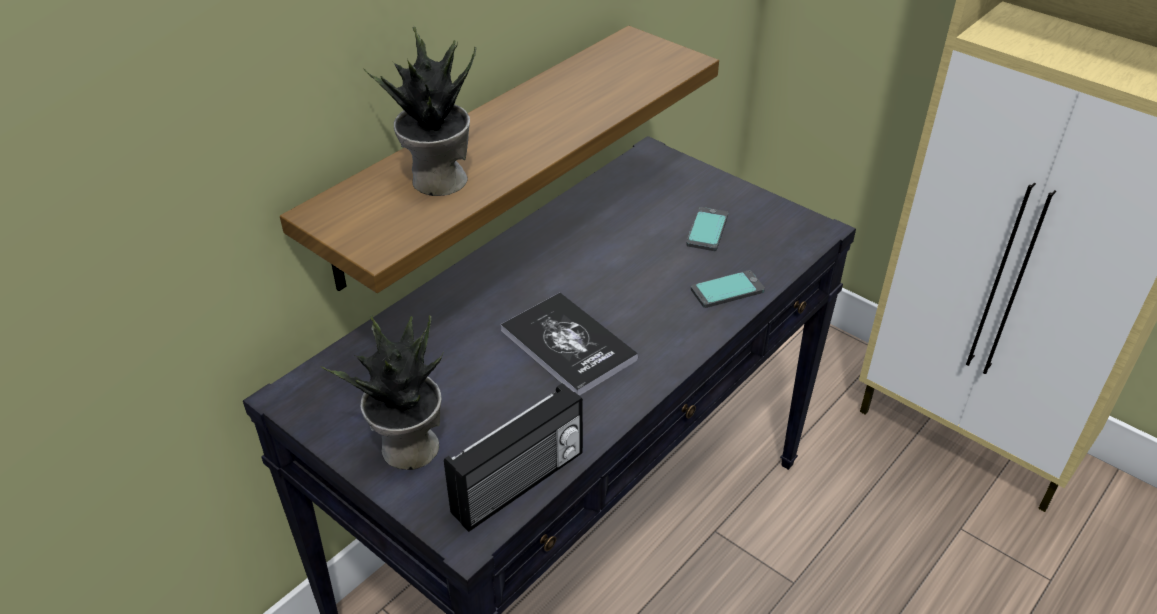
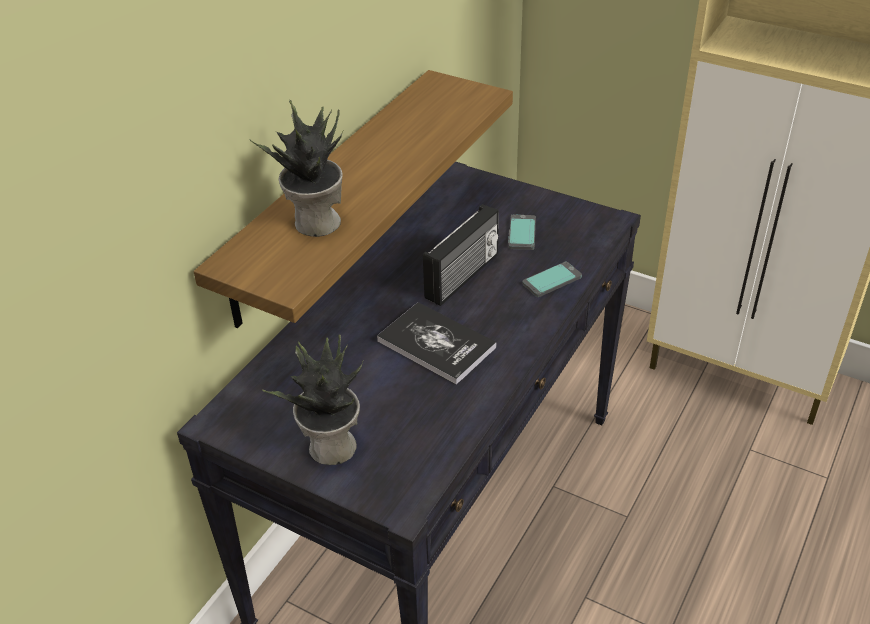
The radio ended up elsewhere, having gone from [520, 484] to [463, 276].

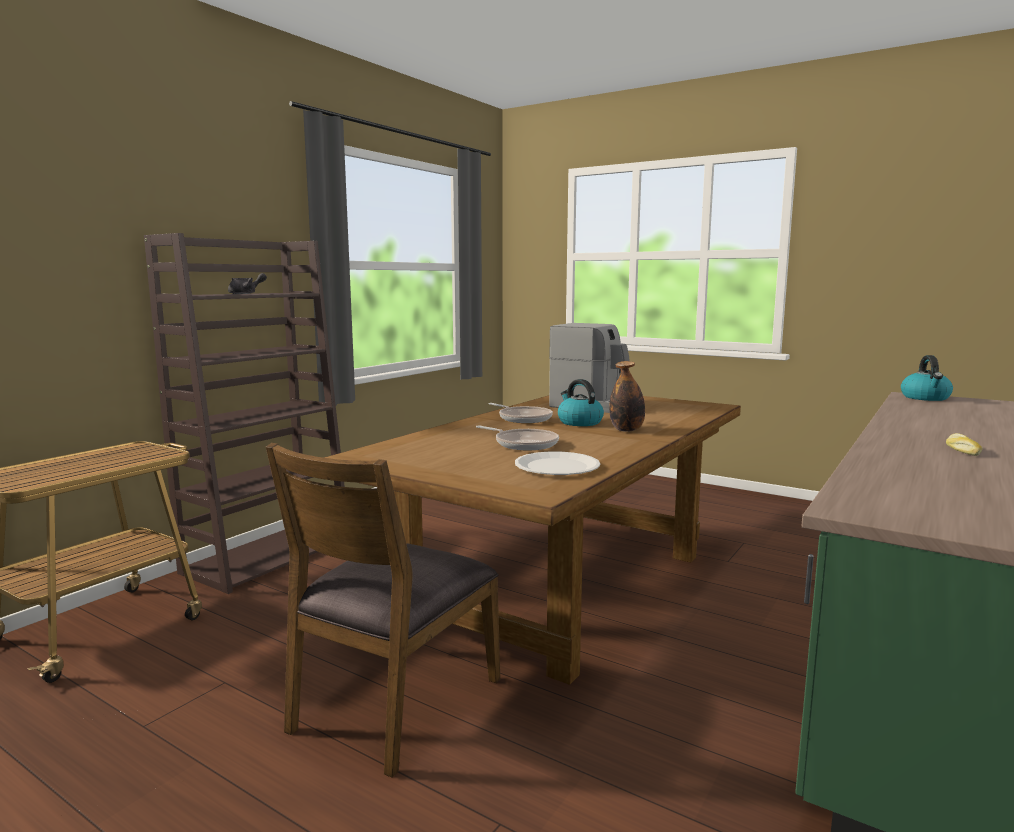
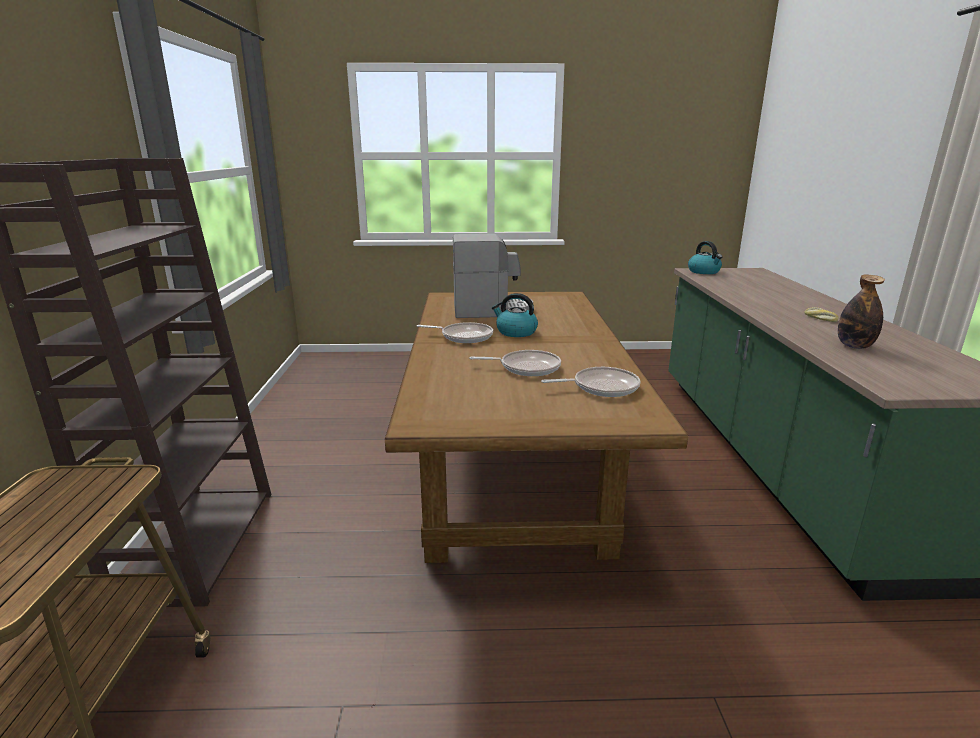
The second view lost the tetera/gris at [246, 293]. The botella ended up elsewhere, having gone from [626, 430] to [854, 346]. The second view lost the silla/marrón at [394, 703]. Where the plato/blanco stood at [557, 466], the sartén came to stand at [601, 387].

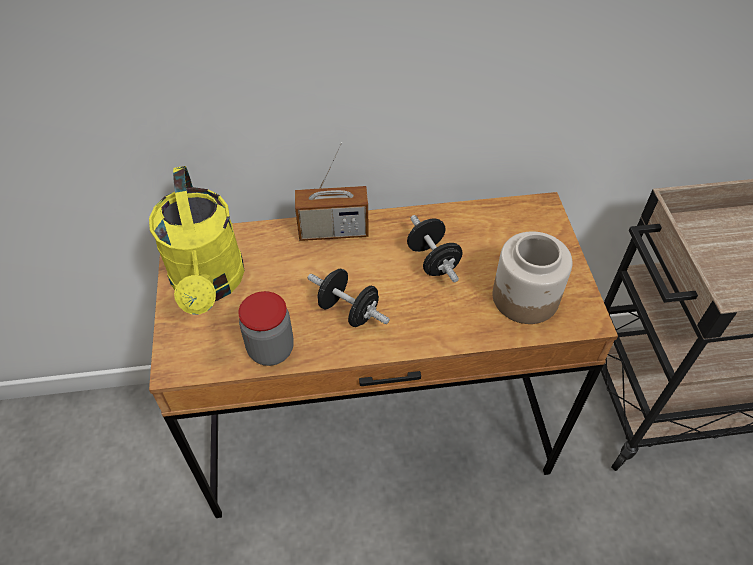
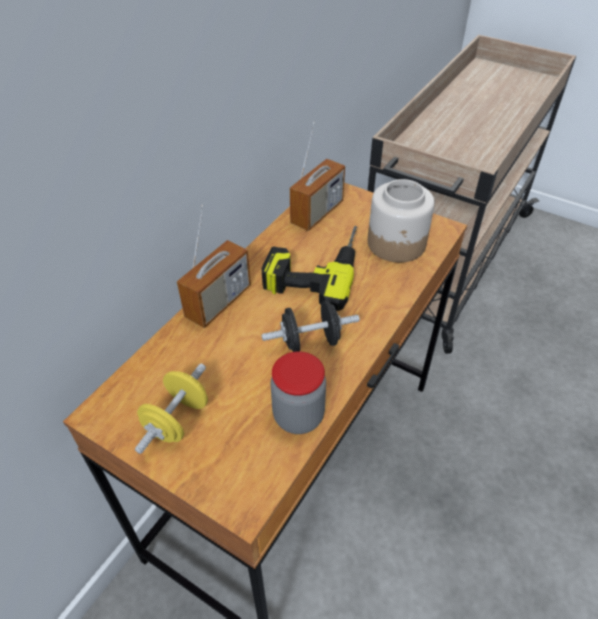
Where the regadera/amarillo stood at [209, 284], the mancuerna/amarillo came to stand at [177, 420]. Where the mancuerna/negro stood at [433, 261], the taladro came to stand at [314, 266]. The second view gained the radio at [317, 213].

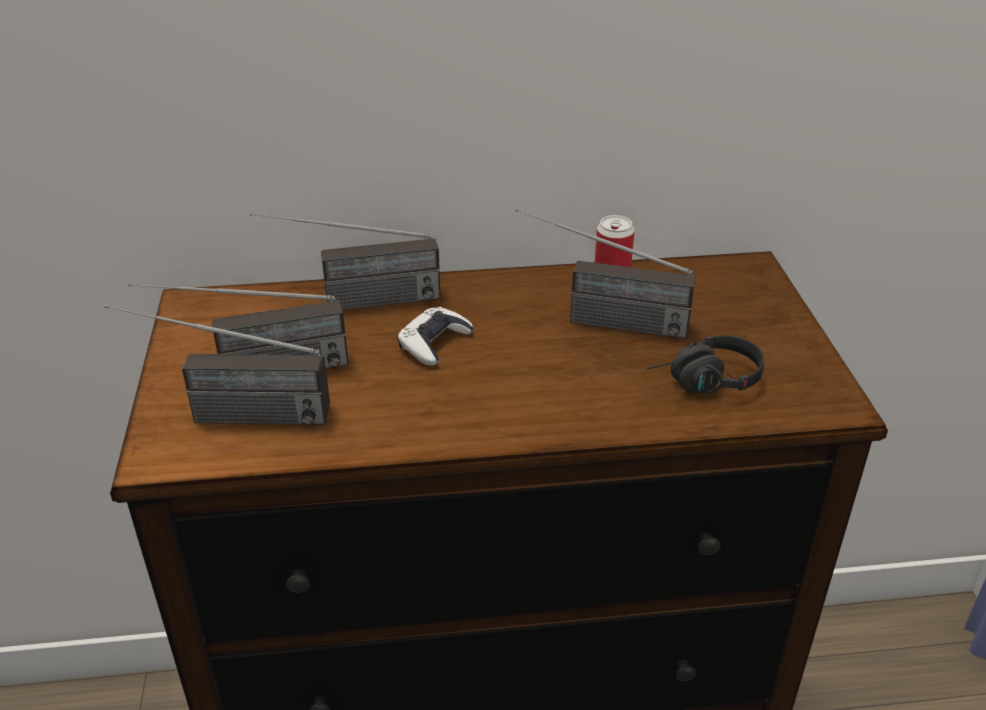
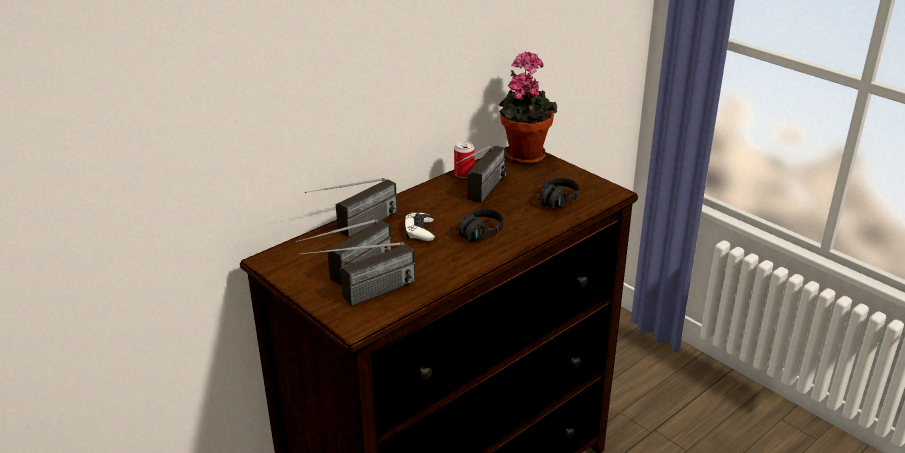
The radio at [597, 320] ended up facing another way, 45 degrees counterclockwise from before. The second view gained the planta en maceta at [524, 154]. The second view gained the auriculares/negro at [475, 235].

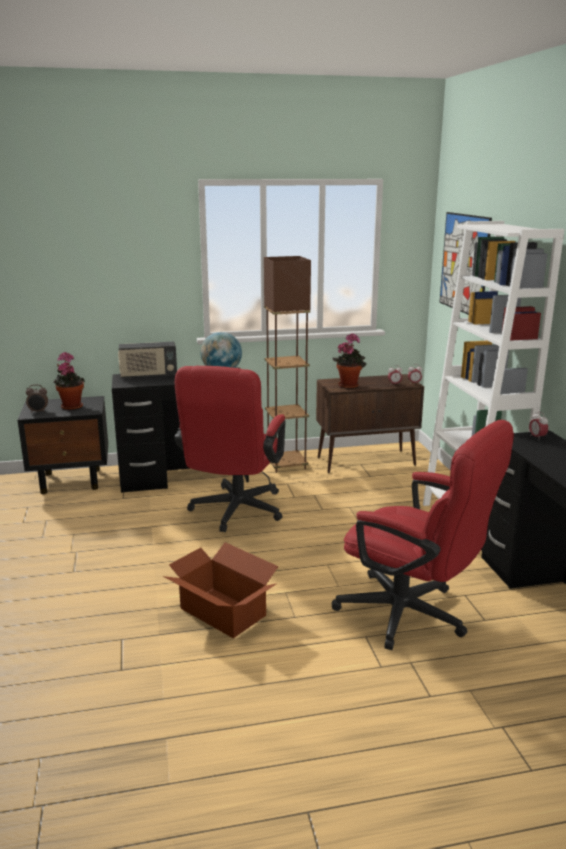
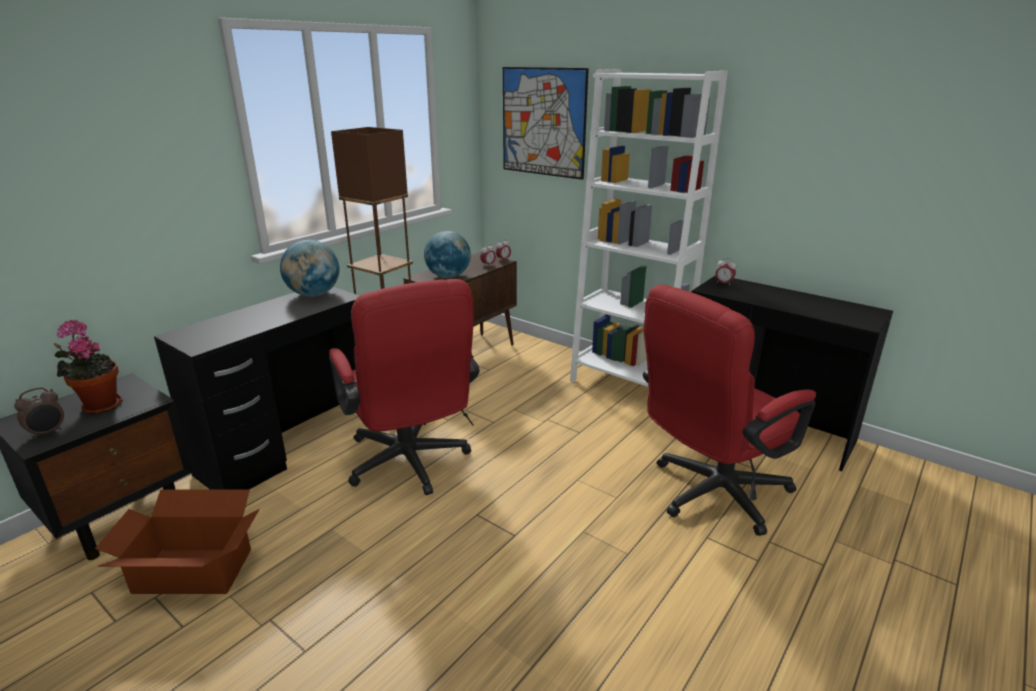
Where the planta en maceta stood at [349, 385], the globo terráqueo came to stand at [448, 276]. The second view lost the radio at [148, 376]. The silla de oficina/rojo at [412, 616] ended up facing another way, 150 degrees clockwise from before. The caja de cartón ended up elsewhere, having gone from [222, 613] to [193, 572].

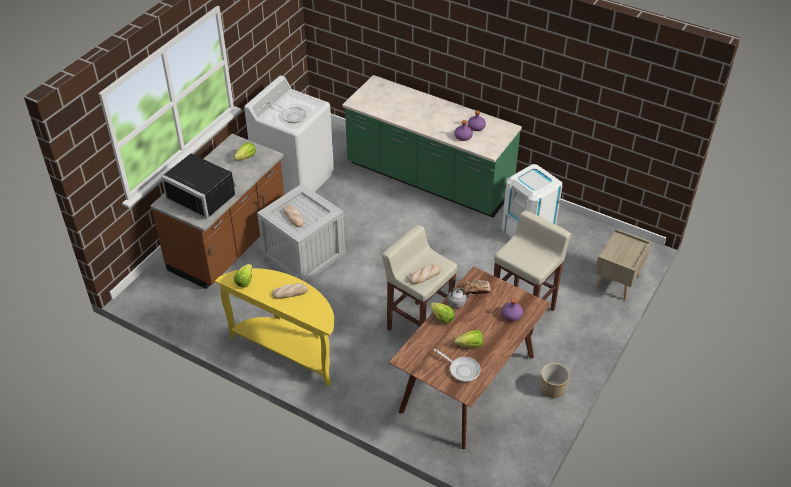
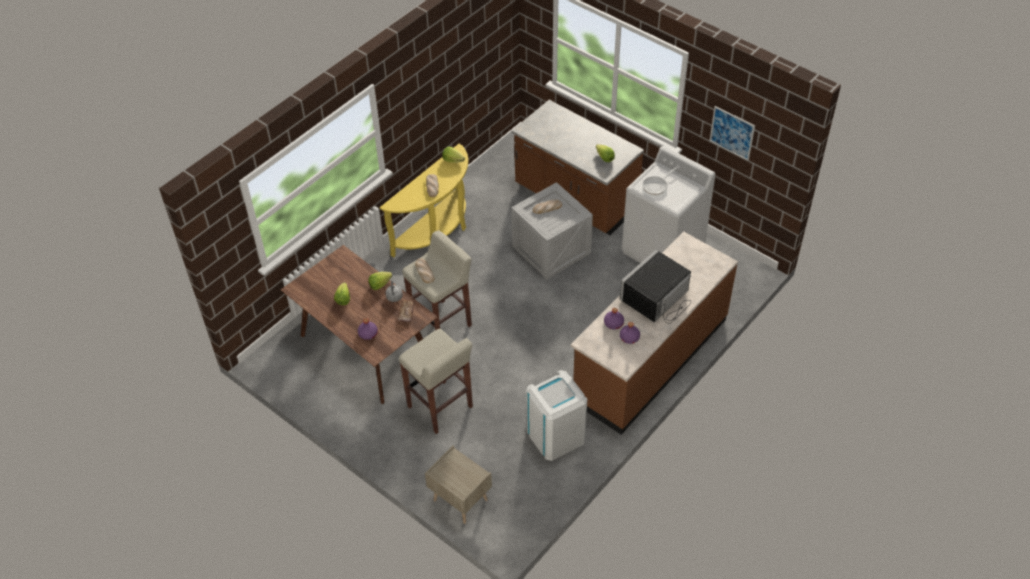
What was the mueble bajo de cocina/verde at [428, 180] turned into the mueble bajo de cocina/marrón at [649, 359]. The microondas/negro ended up elsewhere, having gone from [204, 195] to [657, 299]. The second view lost the sartén at [462, 369]. The second view lost the maceta at [552, 388]. The second view gained the cuadro at [732, 133].

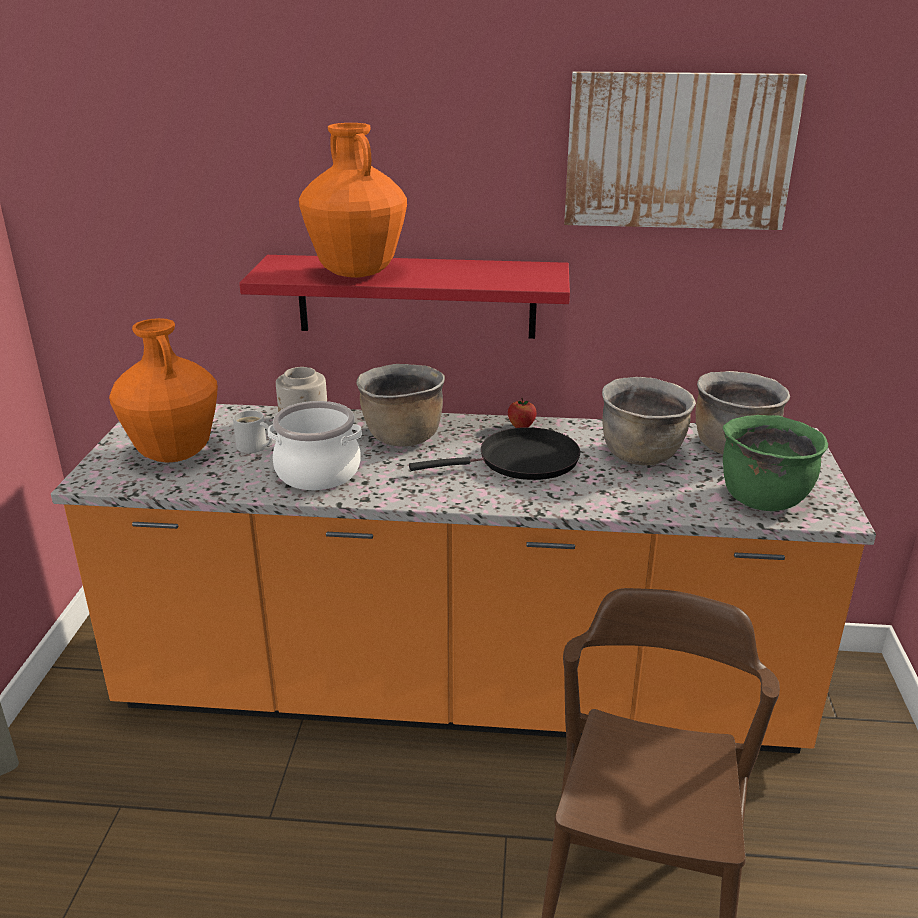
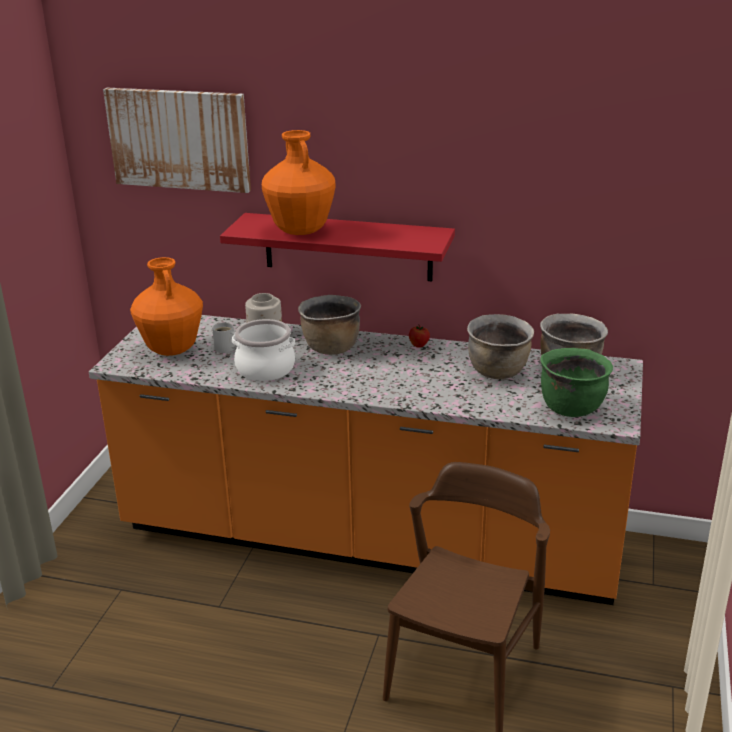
The cuadro ended up elsewhere, having gone from [678, 151] to [179, 139]. The second view lost the sartén/negro at [522, 461].

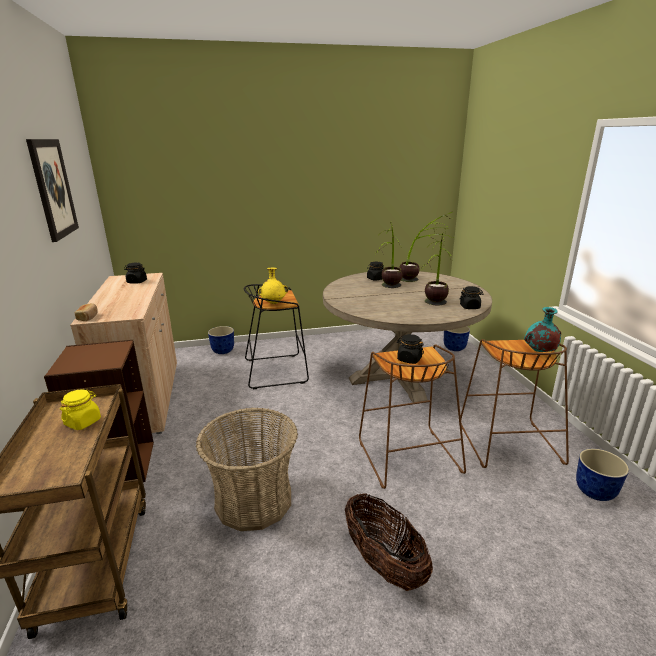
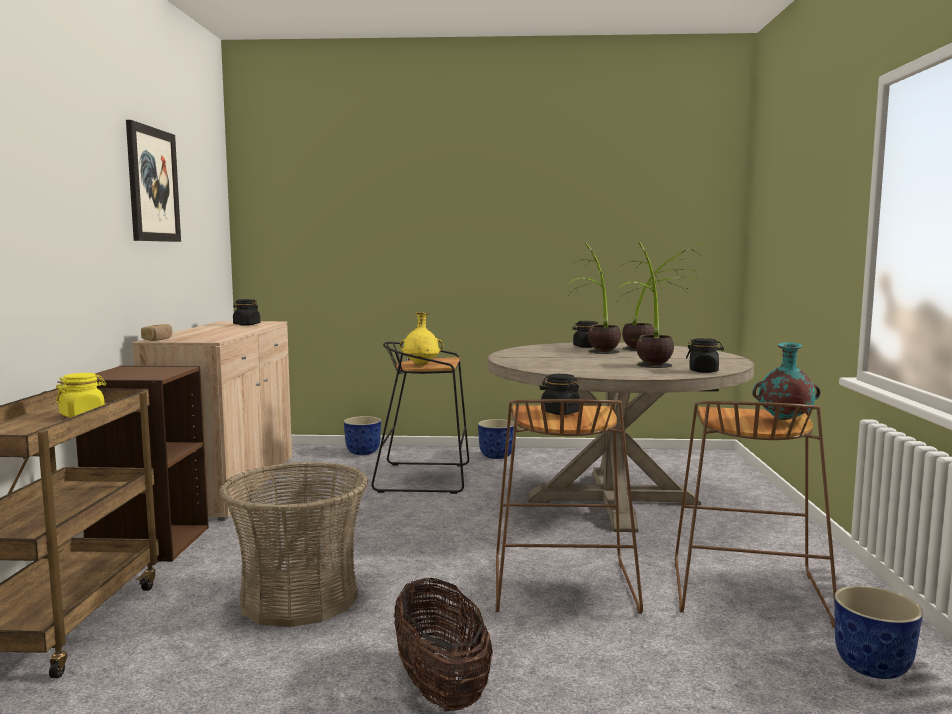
The maceta ended up elsewhere, having gone from [454, 348] to [497, 456].

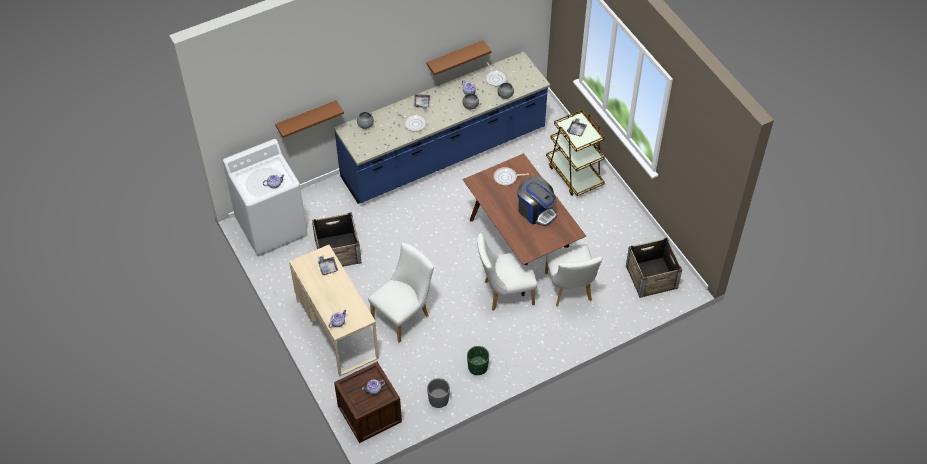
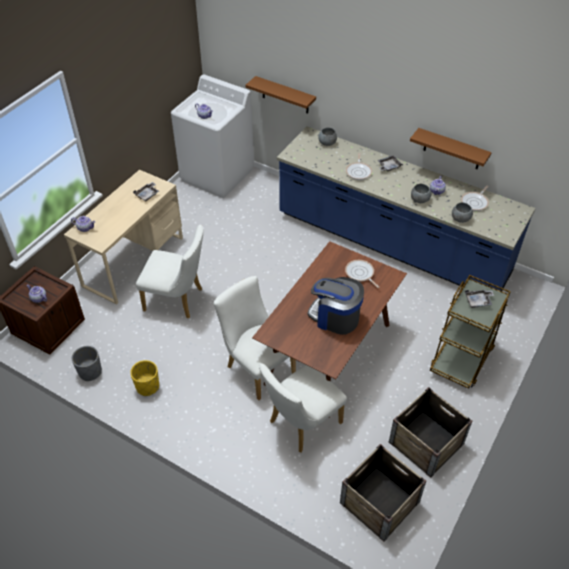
The cafetera at [536, 211] ended up facing another way, 105 degrees clockwise from before. The caja de embalaje ended up elsewhere, having gone from [337, 251] to [426, 442]. What was the maceta/verde at [477, 367] turned into the maceta/amarillo at [147, 386].

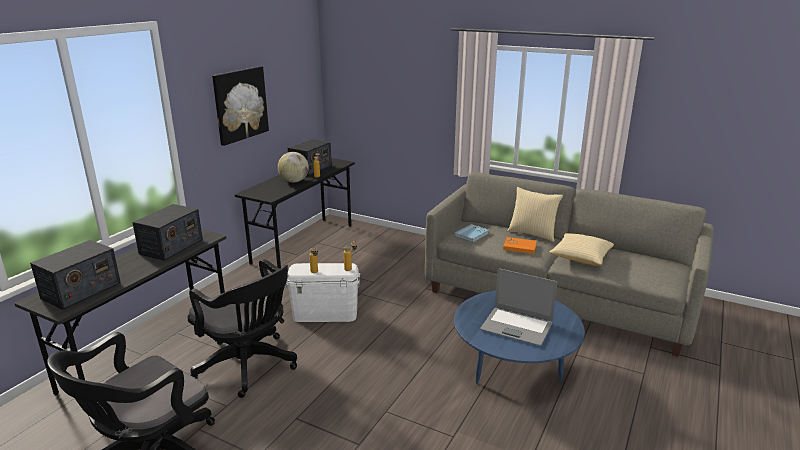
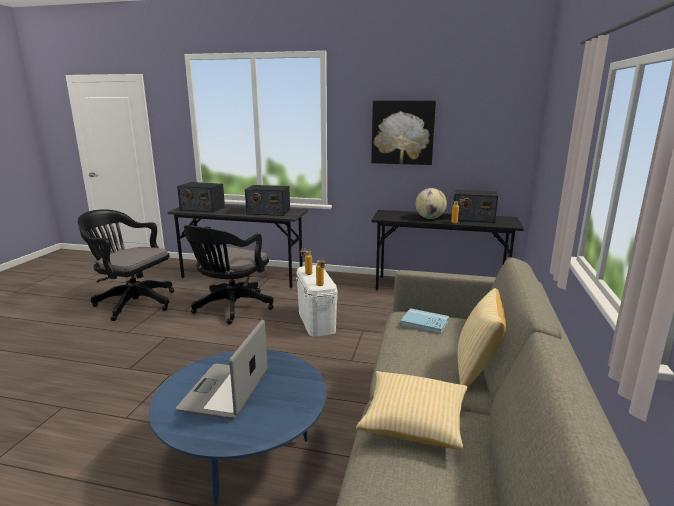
The second view lost the libro/naranja at [519, 247].

